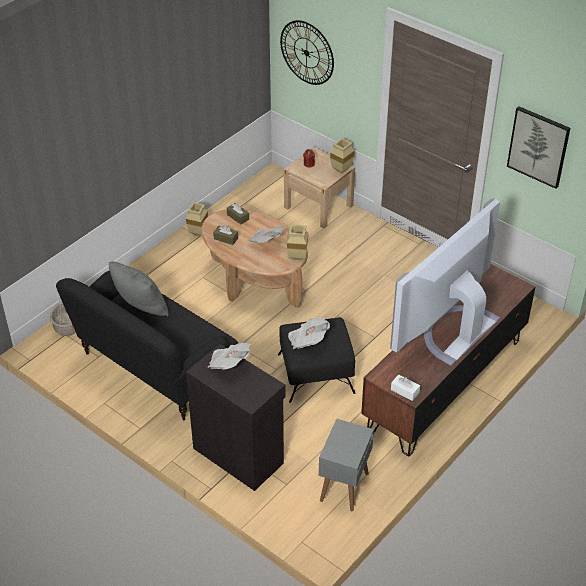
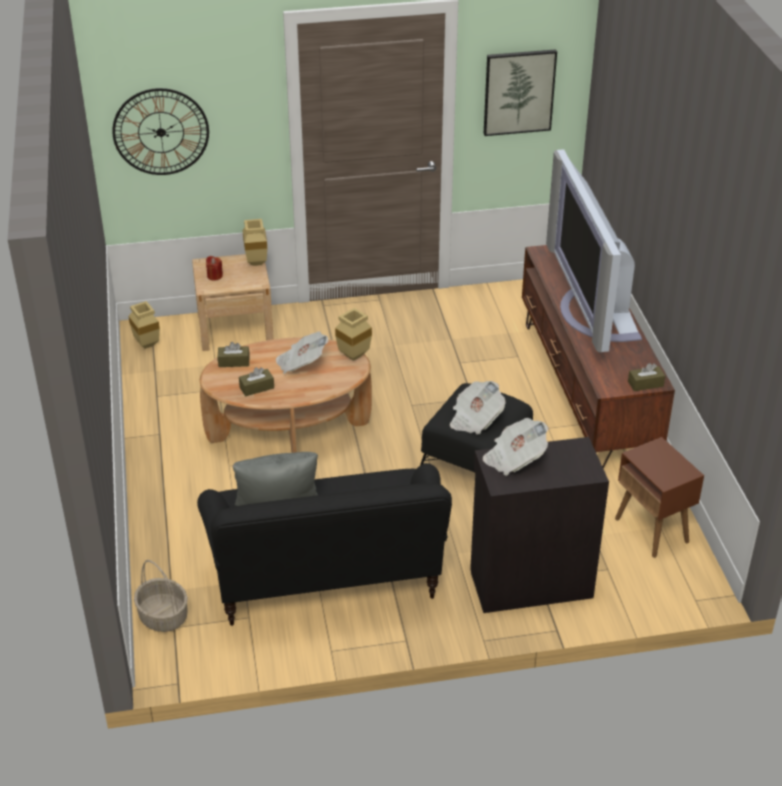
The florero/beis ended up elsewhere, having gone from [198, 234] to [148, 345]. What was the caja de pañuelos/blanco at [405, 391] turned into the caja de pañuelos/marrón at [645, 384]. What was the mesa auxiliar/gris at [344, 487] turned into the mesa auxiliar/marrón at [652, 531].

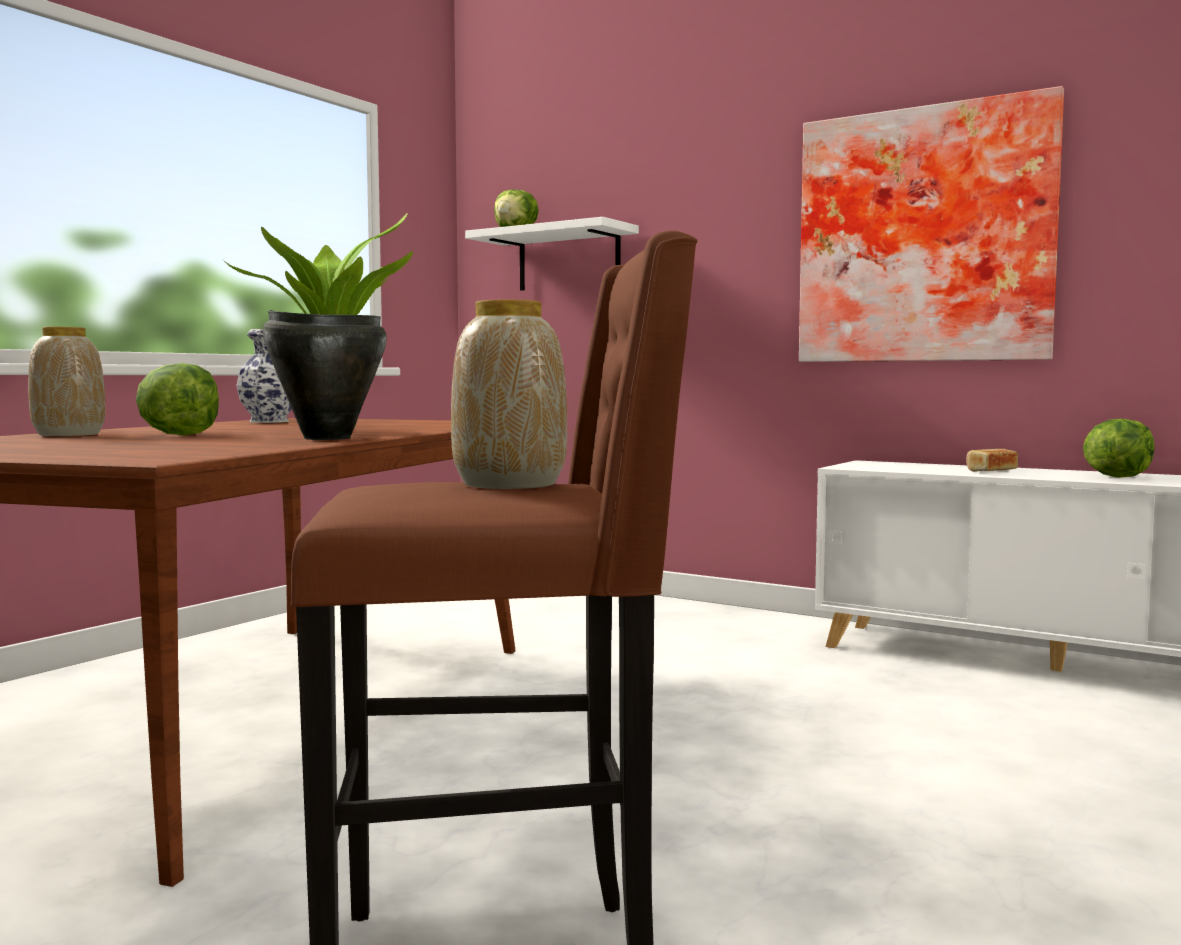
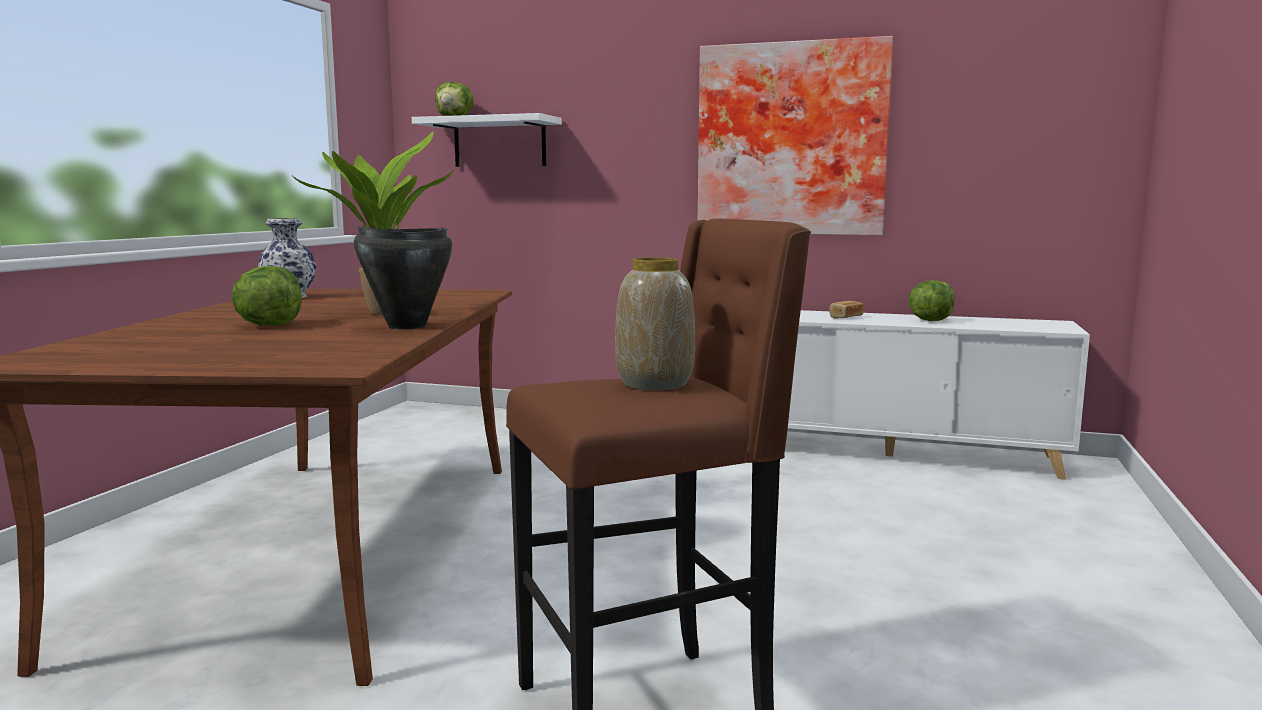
The second view lost the florero at [69, 434].

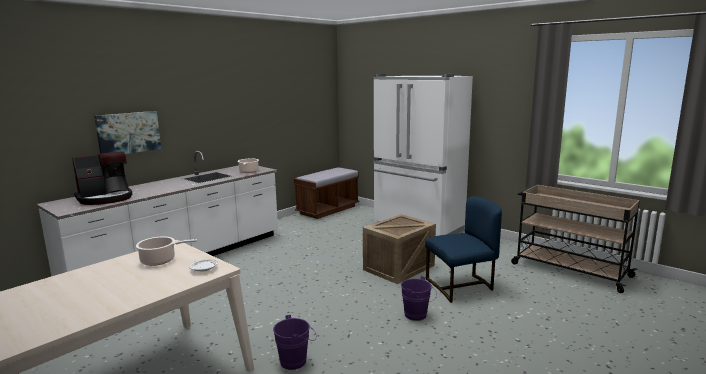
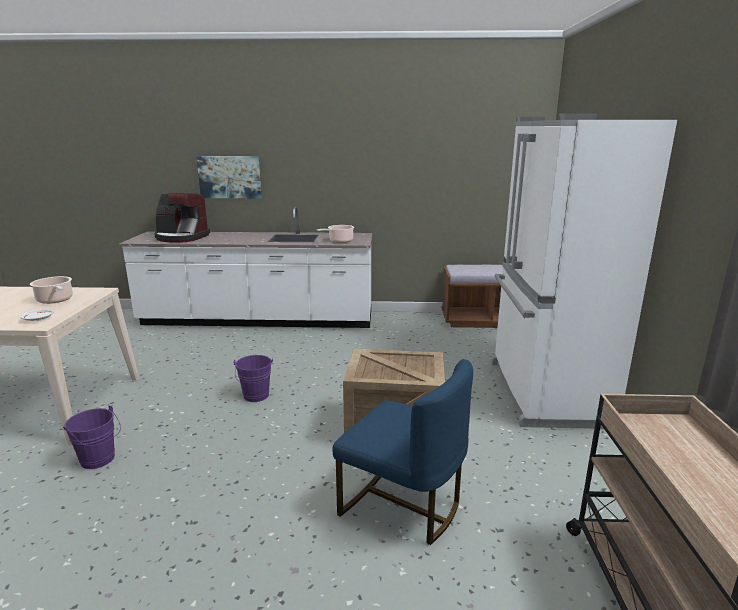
The cubo/morado ended up elsewhere, having gone from [418, 315] to [256, 397].

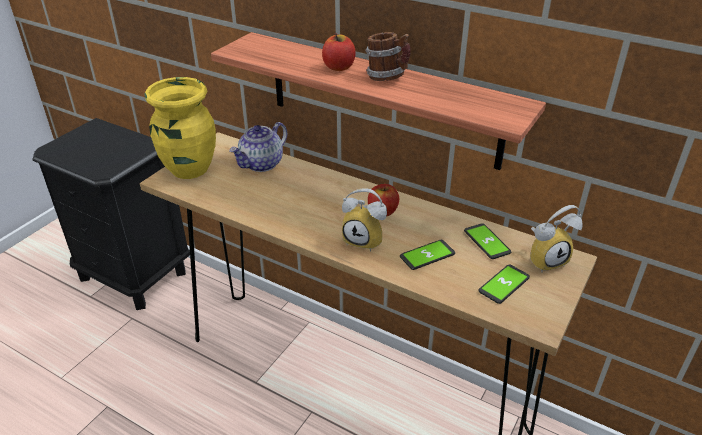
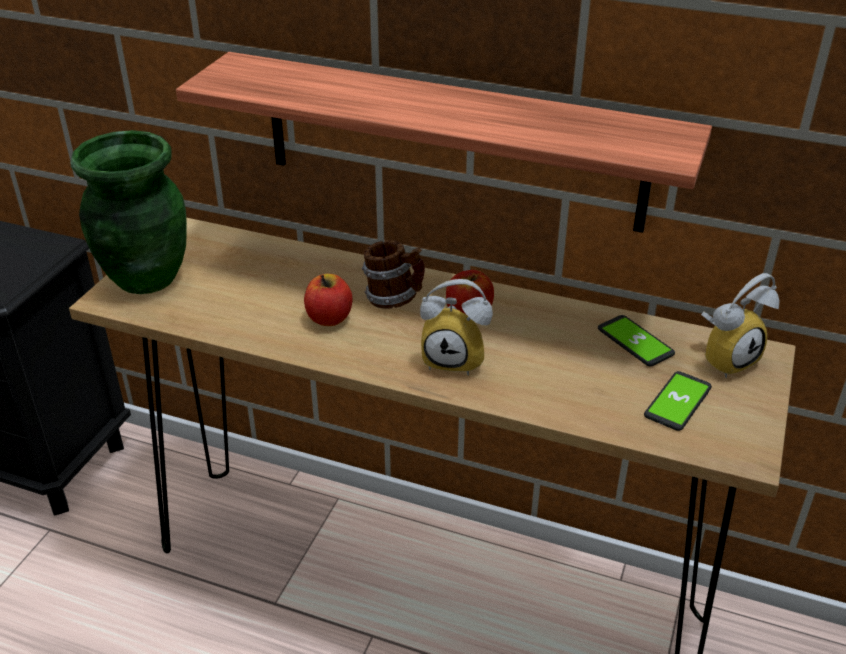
The taza grande ended up elsewhere, having gone from [387, 77] to [395, 299]. The manzana ended up elsewhere, having gone from [339, 67] to [329, 318]. What was the florero/amarillo at [189, 169] turned into the florero/verde at [145, 277]. The second view lost the tetera at [261, 164]. The second view lost the móvil at [427, 255].

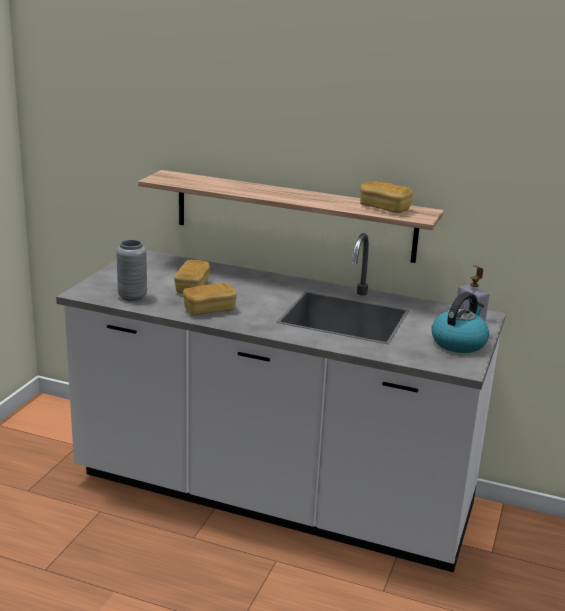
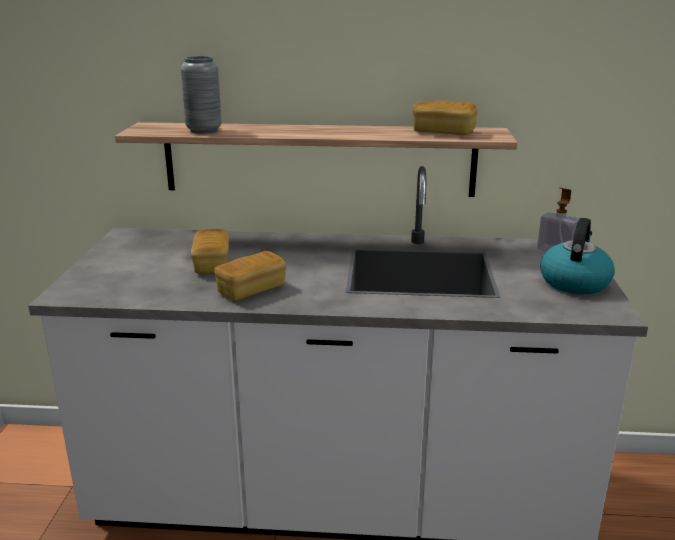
The florero/gris ended up elsewhere, having gone from [132, 297] to [204, 130].

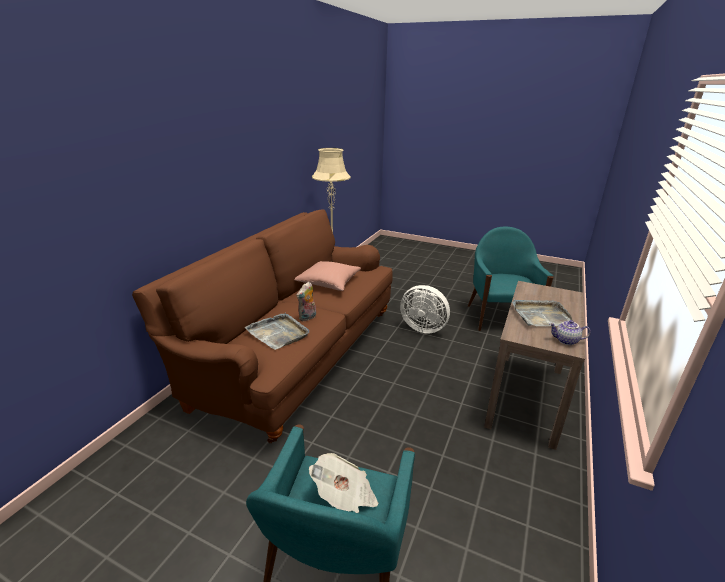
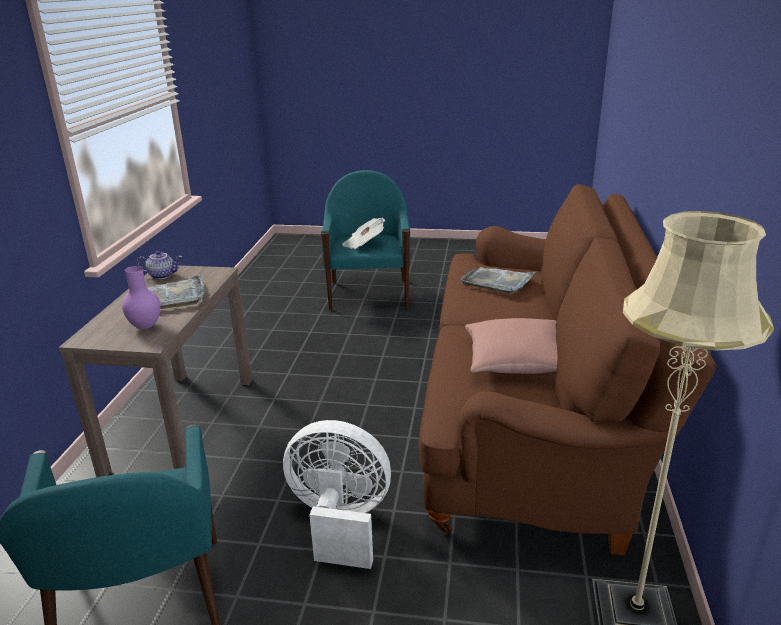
The second view lost the peluche at [307, 318]. The second view gained the florero/morado at [146, 327].

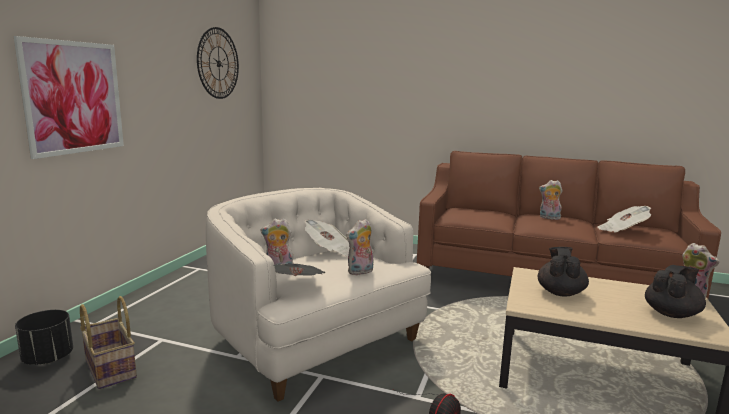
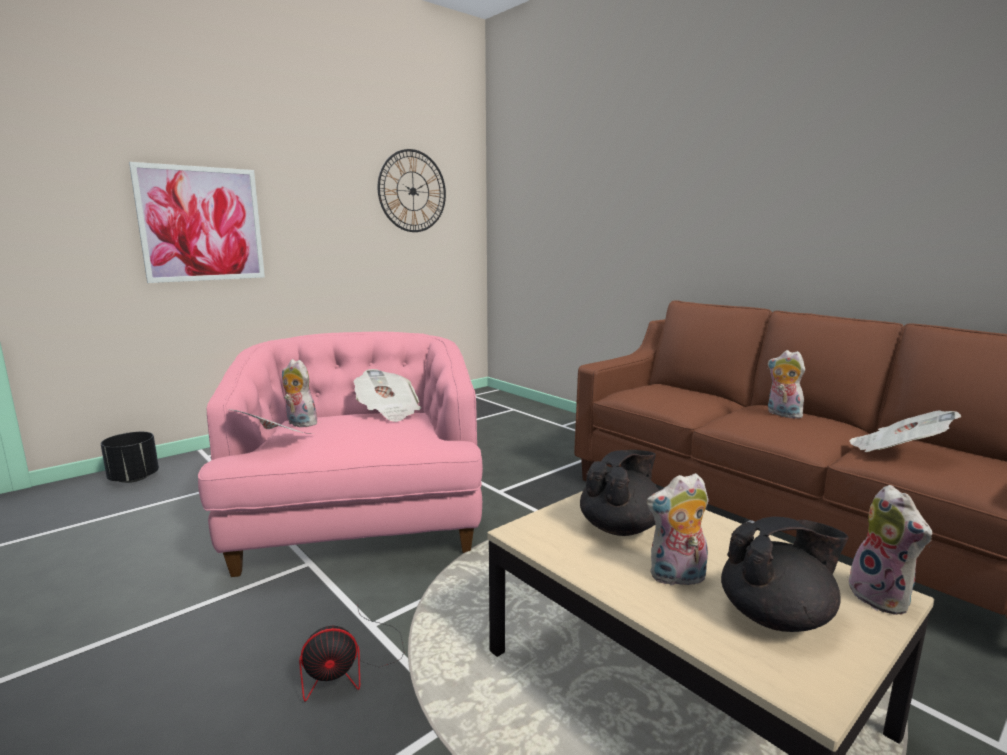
What was the sillón/blanco at [315, 341] turned into the sillón/rosa at [358, 522]. The peluche ended up elsewhere, having gone from [360, 272] to [677, 578]. The second view lost the cesta at [109, 369].

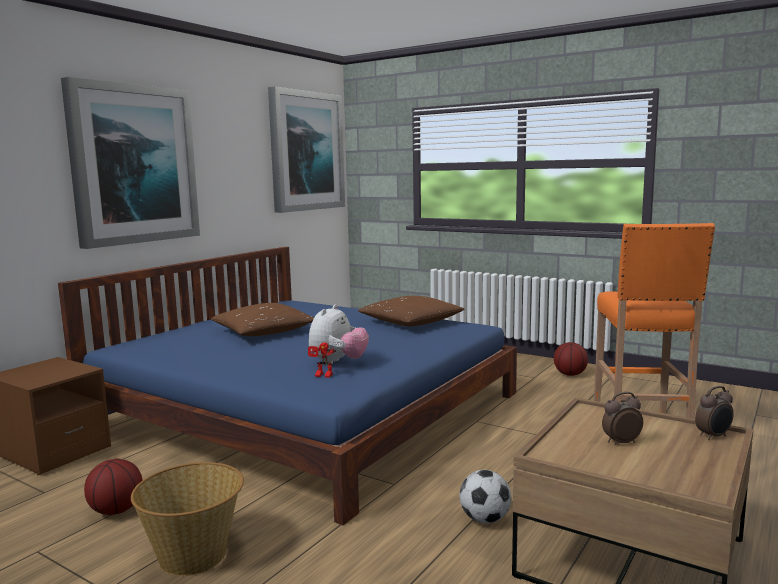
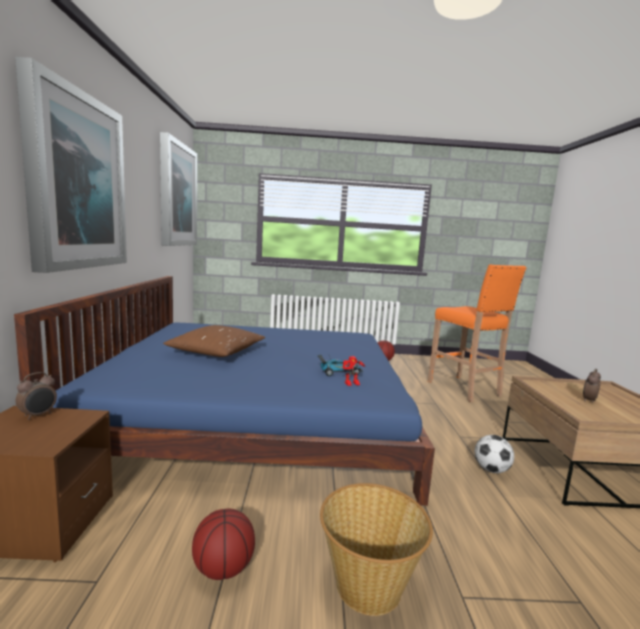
The second view lost the cojín/marrón at [410, 322]. Where the peluche stood at [338, 363], the coche de juguete came to stand at [339, 371]. The despertador ended up elsewhere, having gone from [713, 436] to [38, 415].

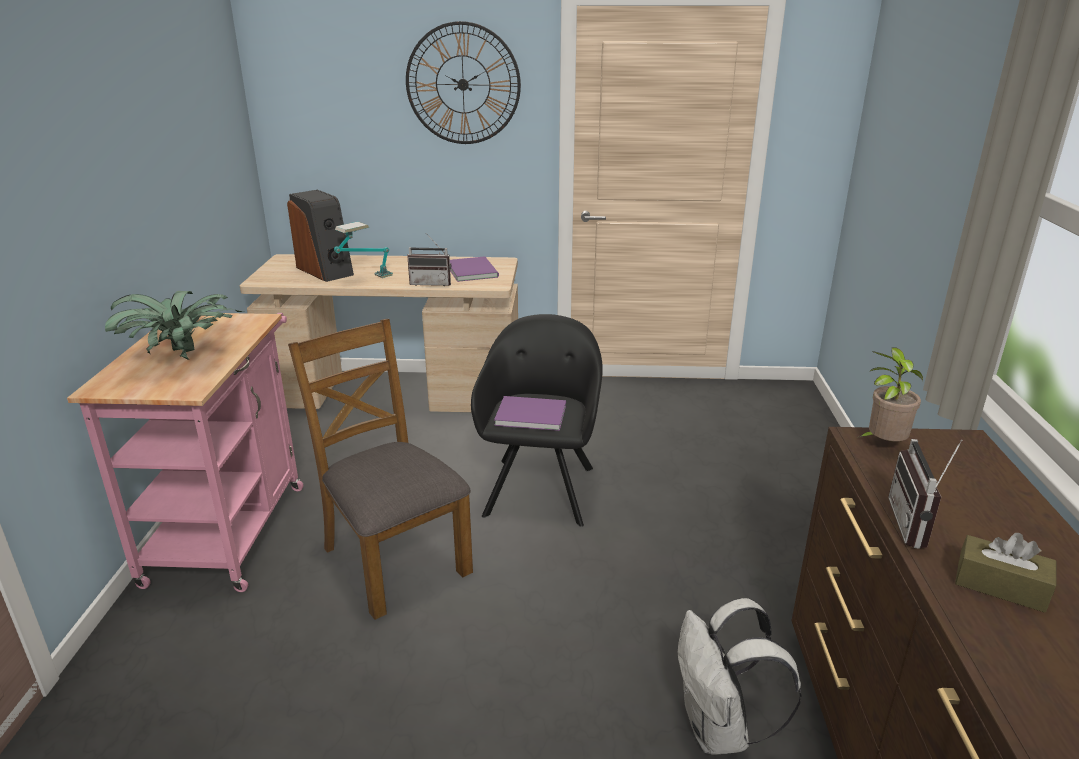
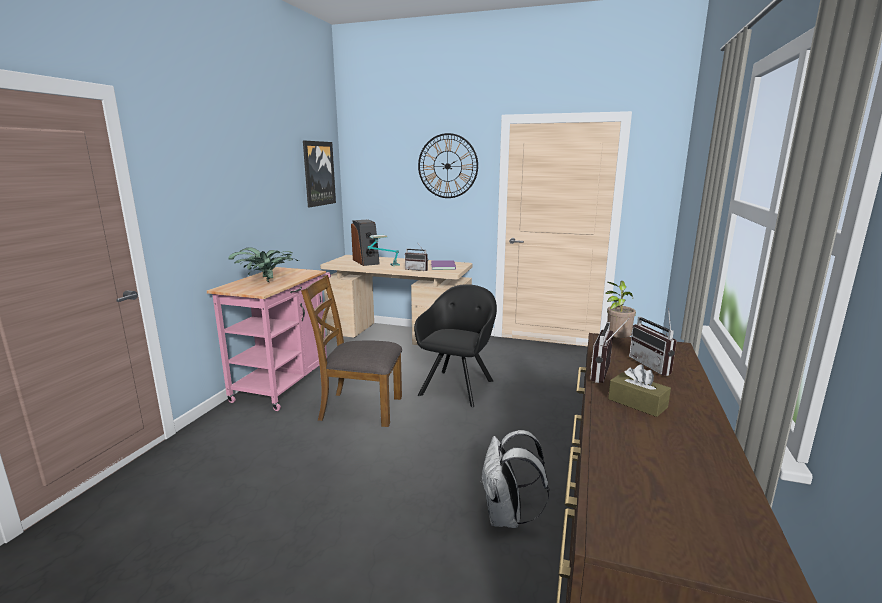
The silla/marrón at [394, 560] ended up facing another way, 60 degrees counterclockwise from before. The second view lost the libro/morado at [529, 414]. The second view gained the cuadro at [318, 173]. The second view gained the radio at [654, 366].

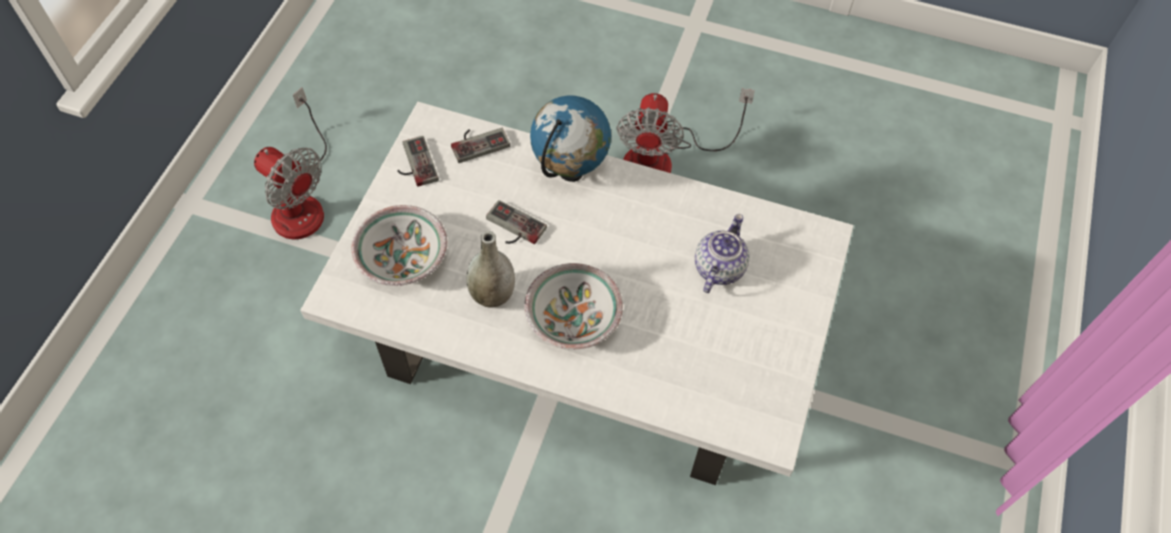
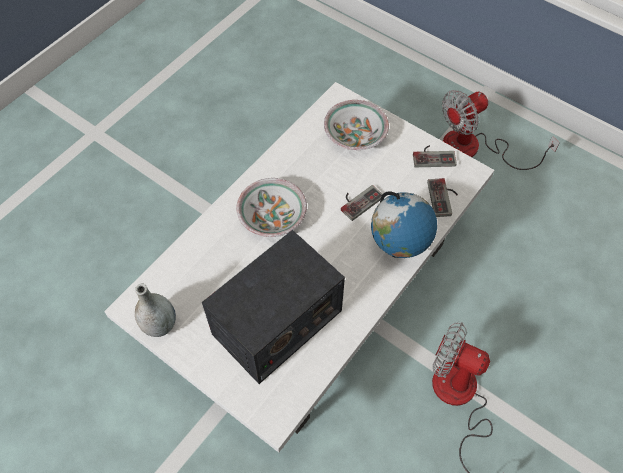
Where the tetera stood at [718, 267], the radio came to stand at [276, 323]. The florero/gris ended up elsewhere, having gone from [492, 294] to [160, 325].

